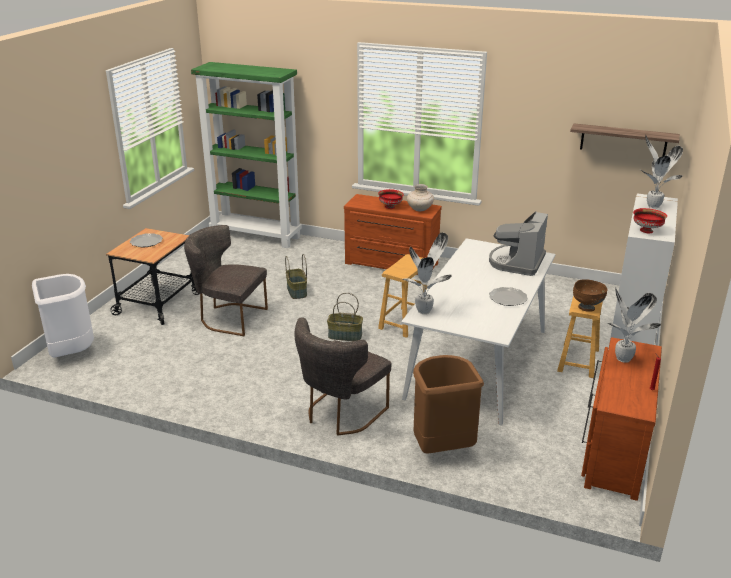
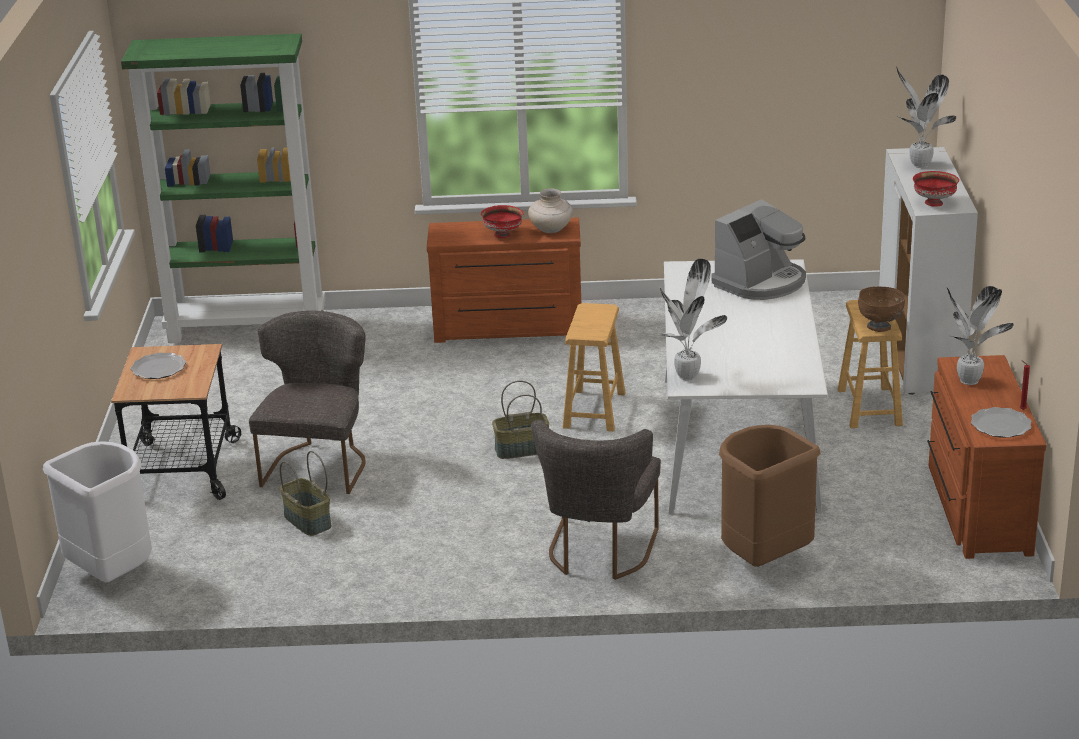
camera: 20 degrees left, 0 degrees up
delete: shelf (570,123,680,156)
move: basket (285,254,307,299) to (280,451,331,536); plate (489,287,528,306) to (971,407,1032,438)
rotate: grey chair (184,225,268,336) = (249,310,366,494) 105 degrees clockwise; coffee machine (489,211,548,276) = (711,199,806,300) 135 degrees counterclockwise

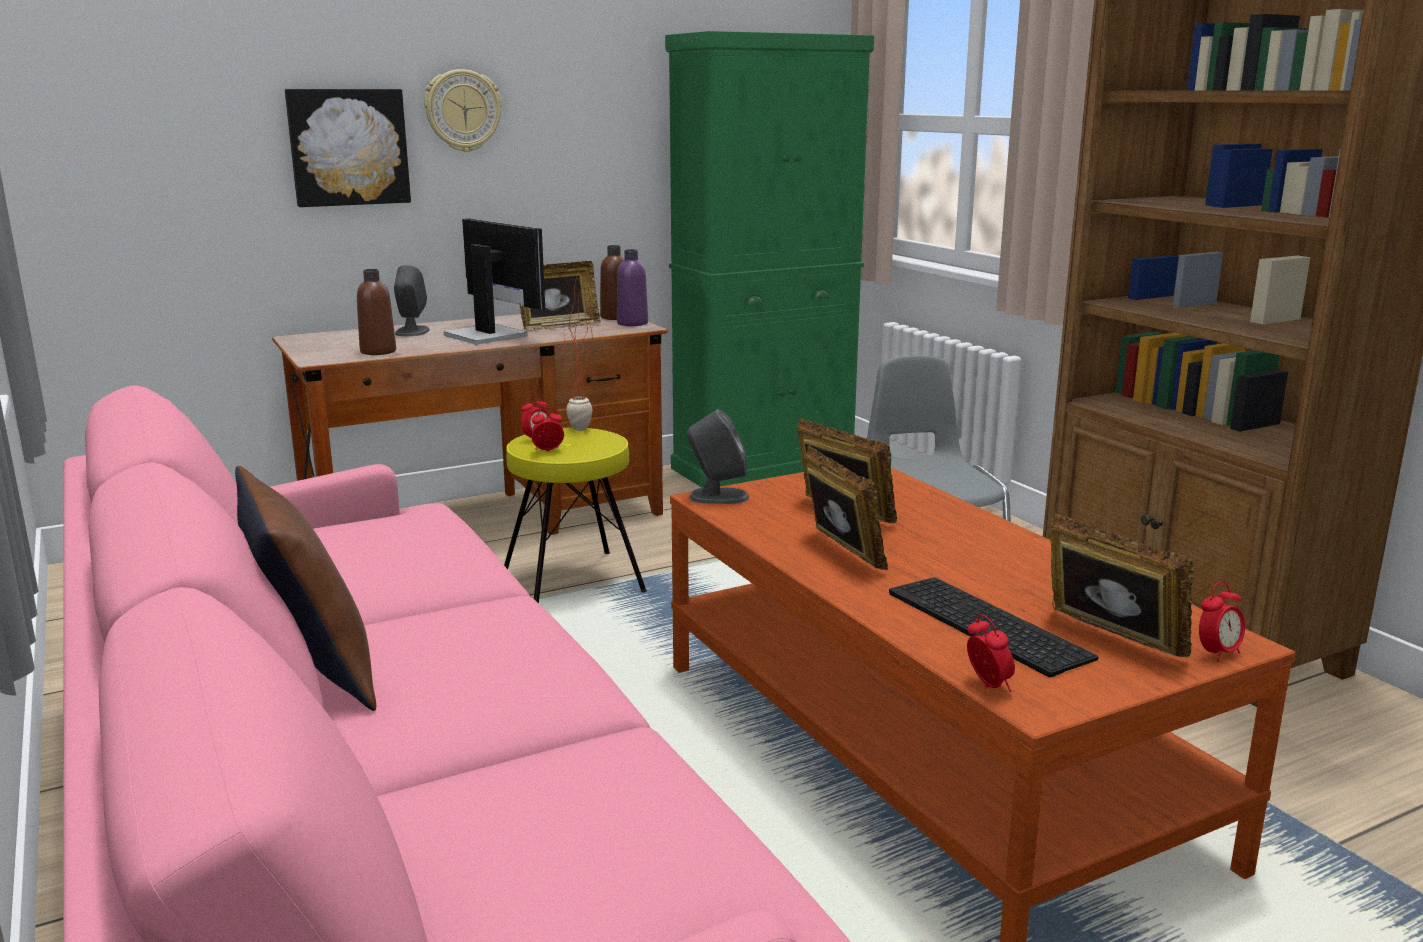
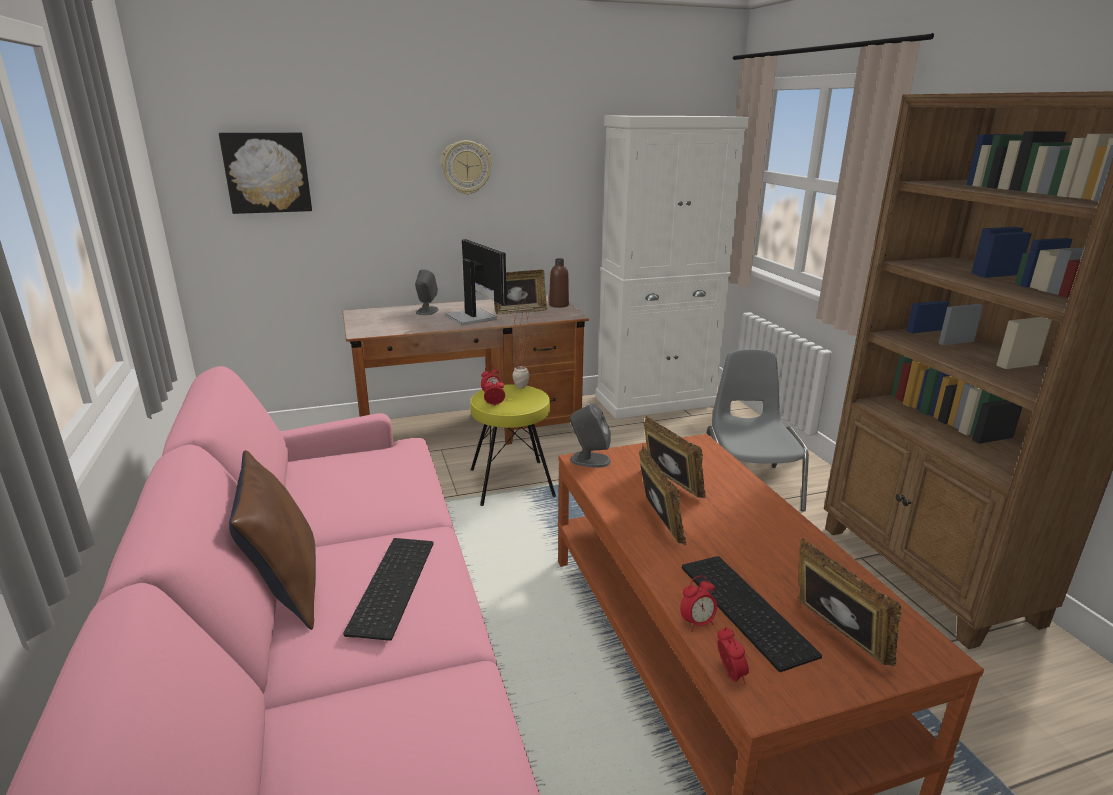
camera: 10 degrees right, 5 degrees up
delete: brown bottle (357,269,396,355); purple bottle (617,249,648,326)
insert: keyboard (343,538,433,641)
move: picture (285,89,411,207) to (219,132,312,214); alarm clock (1199,581,1245,662) to (680,576,717,632)
recolor: green cabinet (665,31,874,488) to white cabinet (595,116,749,419)

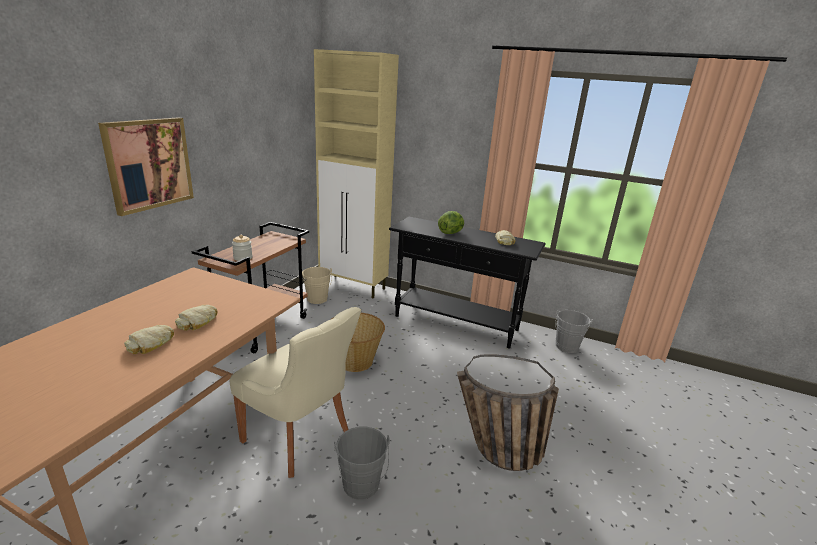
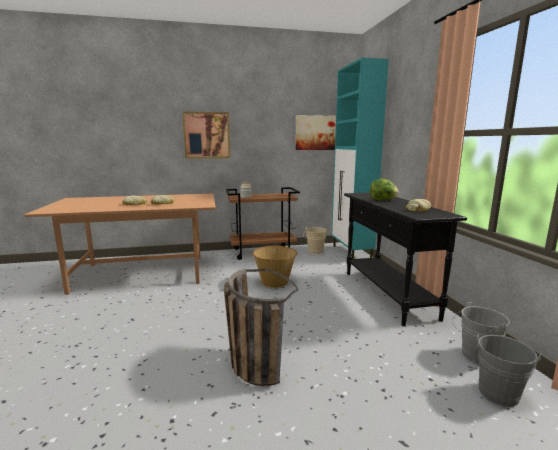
camera: 55 degrees right, 10 degrees down
delete: beige chair (230,307,361,478)
insert: picture (295,115,336,150)
move: grey bucket (334,426,390,500) to (475,334,541,407)
recolor: beige cabinet (314,49,399,298) to turquoise cabinet (332,58,389,259)

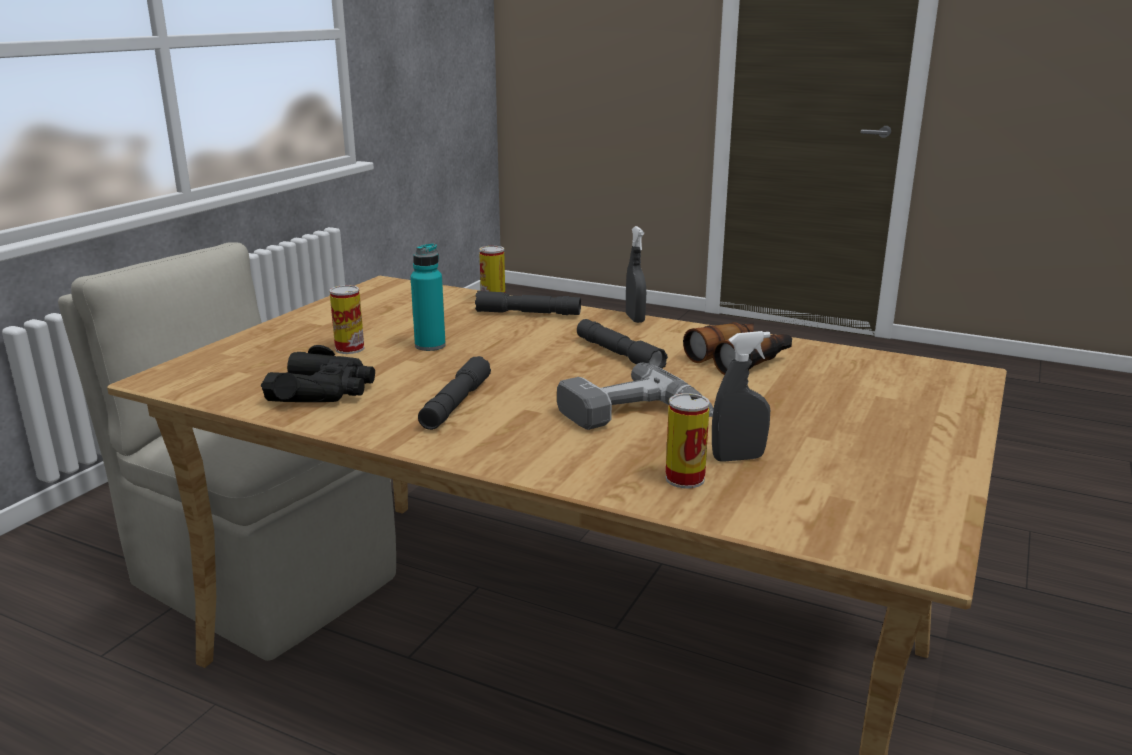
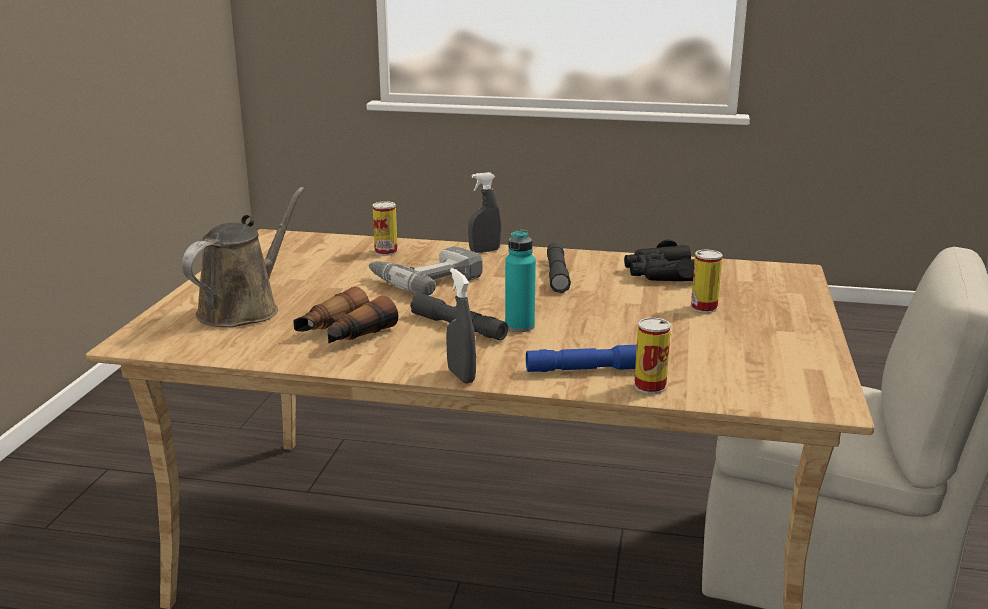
camera: 165 degrees right, 0 degrees up
insert: brown watering can (182,187,305,327)
move: turquoise bottle (411,243,446,351) to (505,230,536,332); grey spray bottle (712,331,771,462) to (468,172,501,253)
recolor: grey flashlight (475,291,581,315) to blue flashlight (526,345,637,372)

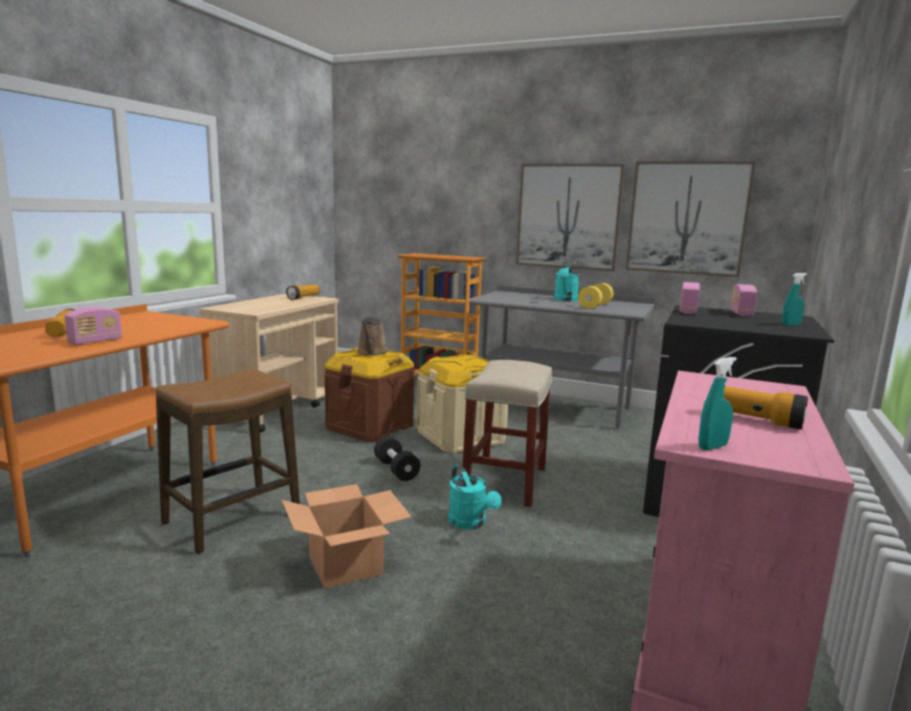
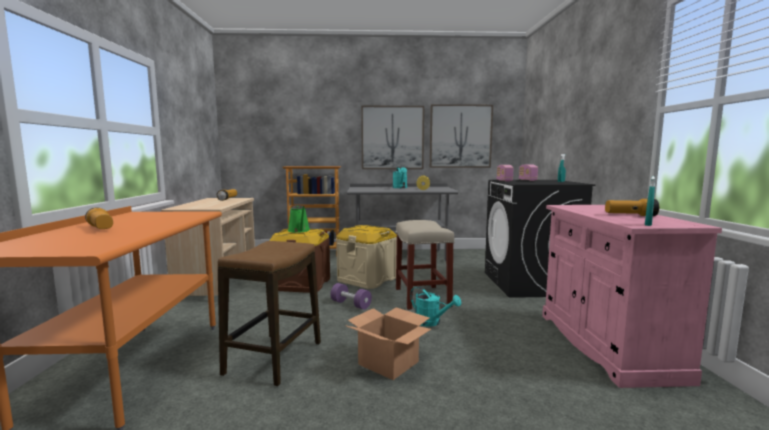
camera: 25 degrees left, 5 degrees down
delete: radio (65,307,122,345)
recolor: brown watering can (357,316,388,356) to green watering can (288,205,310,233); black dumbbell (374,436,420,481) to purple dumbbell (331,283,372,309)

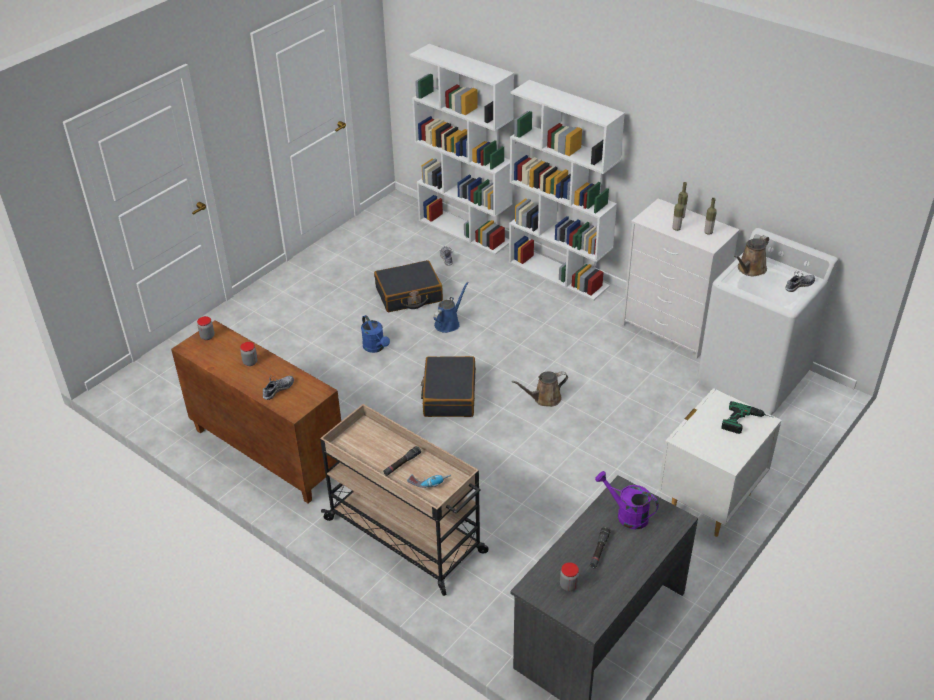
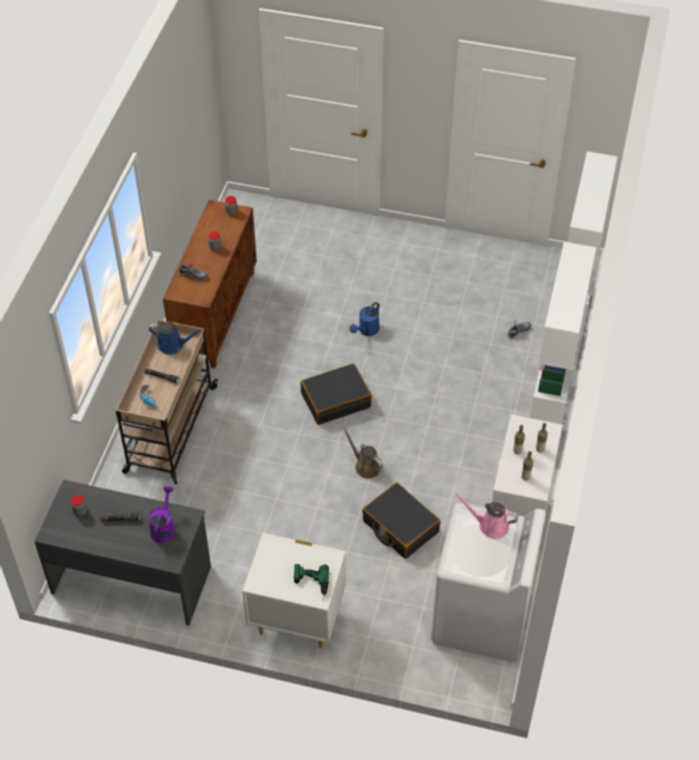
camera: 65 degrees right, 10 degrees up
delete: shoe (785,271,815,292)
move: black suitcase (374,260,443,312) to (362,482,440,559); blue watering can (433,282,469,333) to (149,322,203,355)
recolor: brown watering can (734,235,769,277) to pink watering can (456,494,519,539)

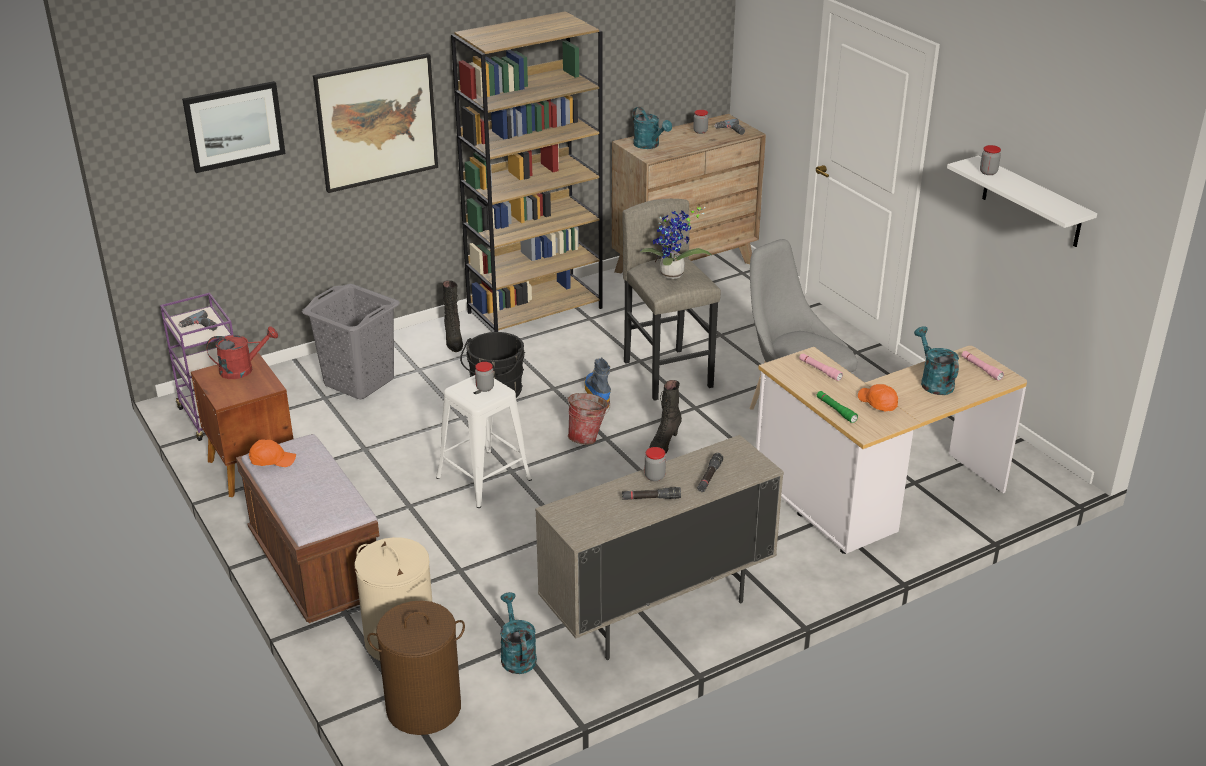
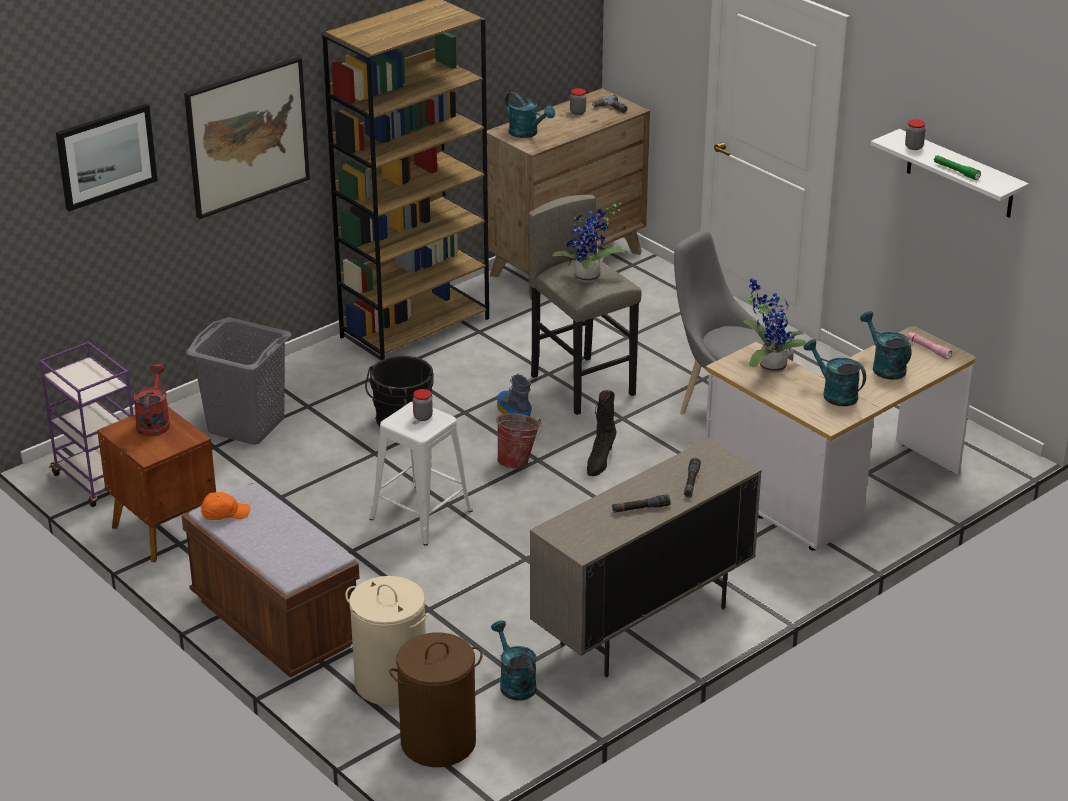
camera: 10 degrees left, 0 degrees up
delete: power drill (179,310,218,331); black boot (443,280,463,352); jar (645,447,666,481)
move: green flashlight (816,391,858,423) to (934,155,981,180)
replace: pink flashlight (799,353,843,381) to potted plant (743,278,806,373); orange cap (858,384,898,411) to turquoise watering can (804,339,866,406)
rotate: red watering can (206,326,278,379) = (133,364,170,437) 60 degrees counterclockwise

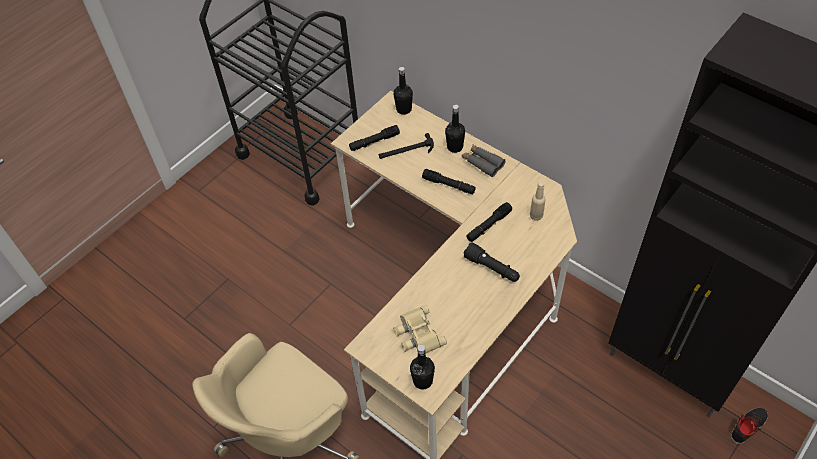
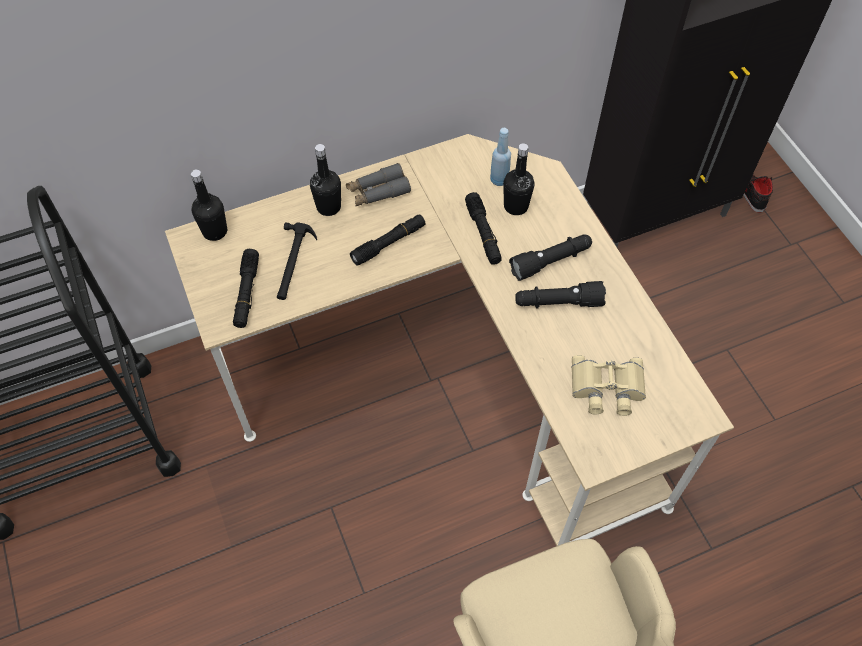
camera: 65 degrees left, 5 degrees up
insert: black flashlight (515,281,606,308)
move: black bottle (410,345,435,389) to (503,143,535,215)
recolor: beige bottle (530,182,546,221) to blue bottle (490,128,511,186)

